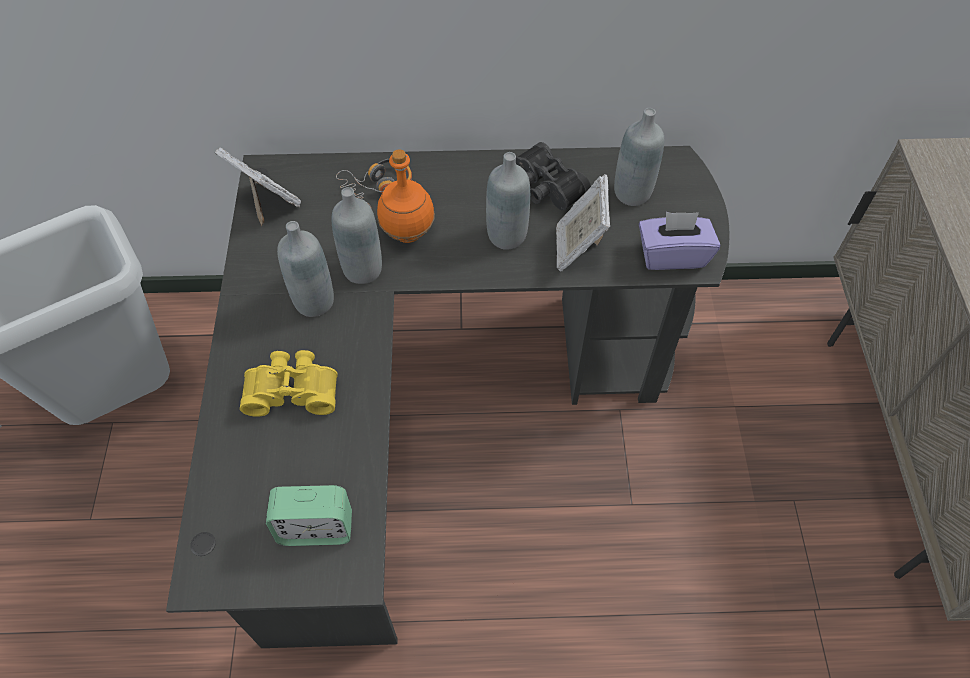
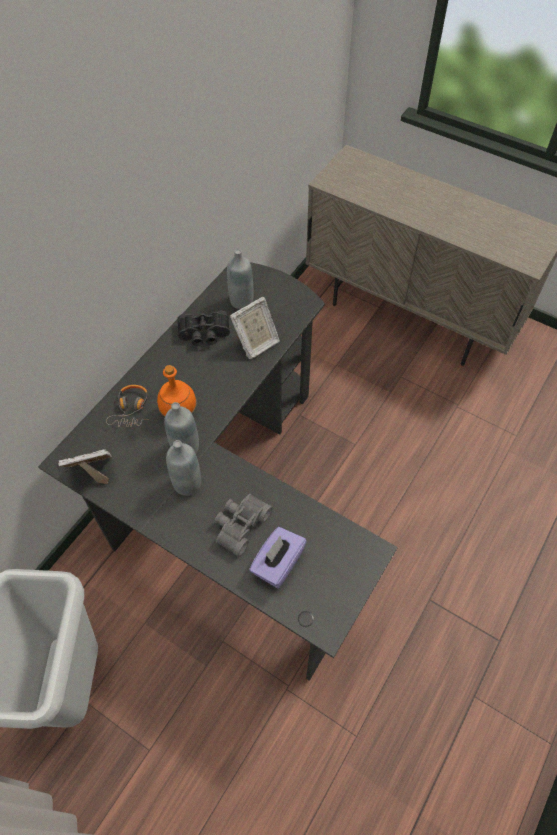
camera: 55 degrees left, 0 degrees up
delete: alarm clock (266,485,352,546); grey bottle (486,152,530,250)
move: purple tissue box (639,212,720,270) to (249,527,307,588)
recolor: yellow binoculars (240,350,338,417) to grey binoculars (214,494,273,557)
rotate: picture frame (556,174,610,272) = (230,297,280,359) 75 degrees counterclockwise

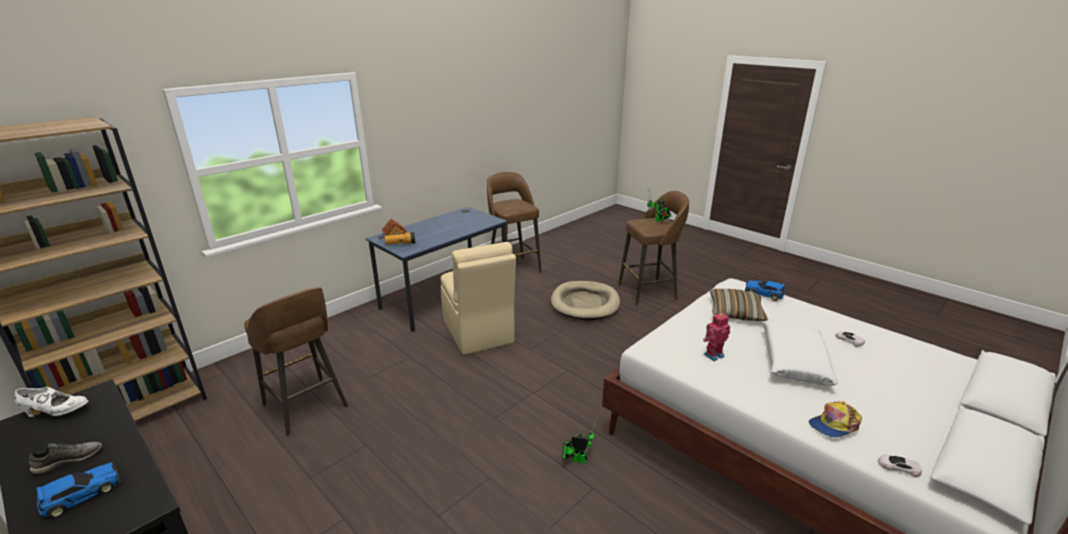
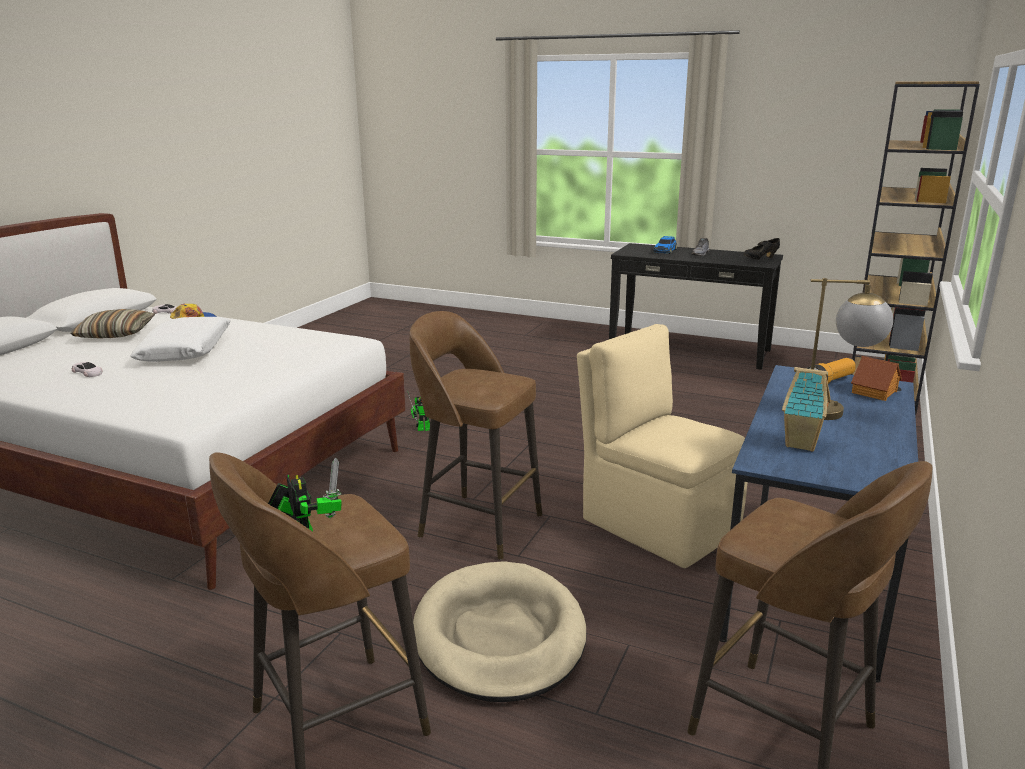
camera: 160 degrees right, 5 degrees down
delete: toy robot (703,313,730,361); toy car (745,280,786,301)
insert: toy house (782,367,831,452); table lamp (811,278,893,420)
move: brown stool (244,287,348,436) to (409,311,542,560); pillow (710,289,768,321) to (70,309,155,338)
recolor: white shoe (15,387,89,417) to black shoe (744,238,780,260)

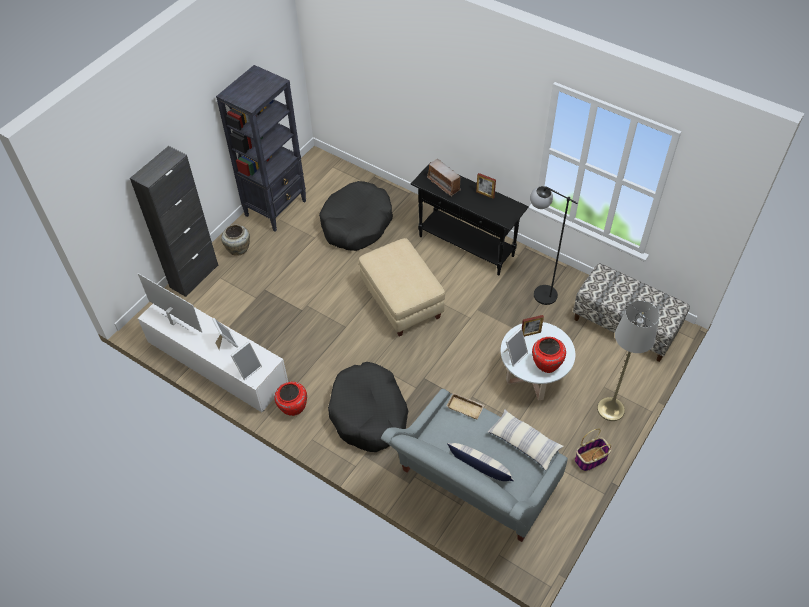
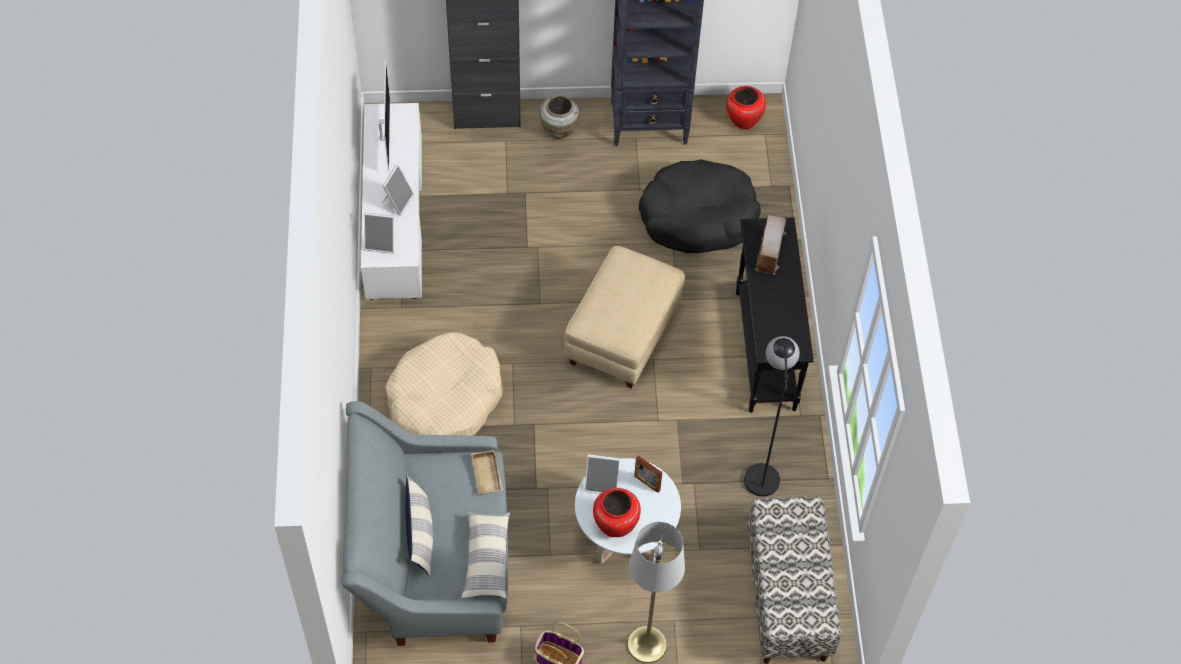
camera: 50 degrees right, 5 degrees up
delete: picture frame (476,173,496,199)
move: red vase (275,382,307,416) to (726,86,766,129)
recolor: black dog bed (328,362,408,452) to beige dog bed (385,332,503,436)

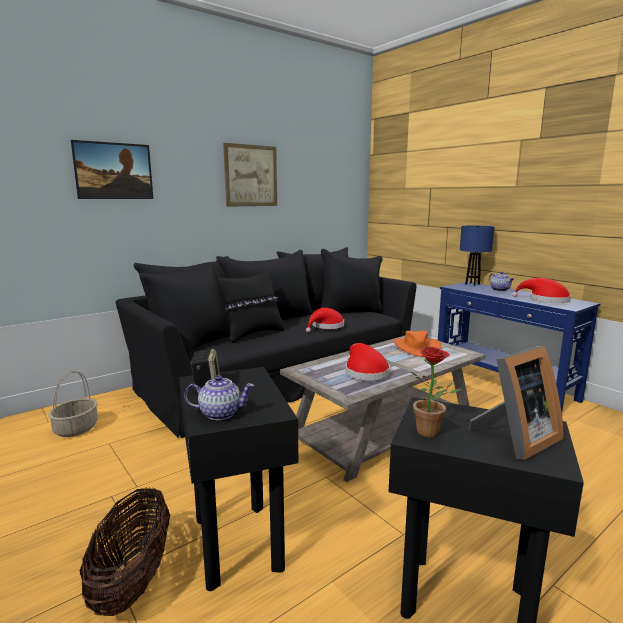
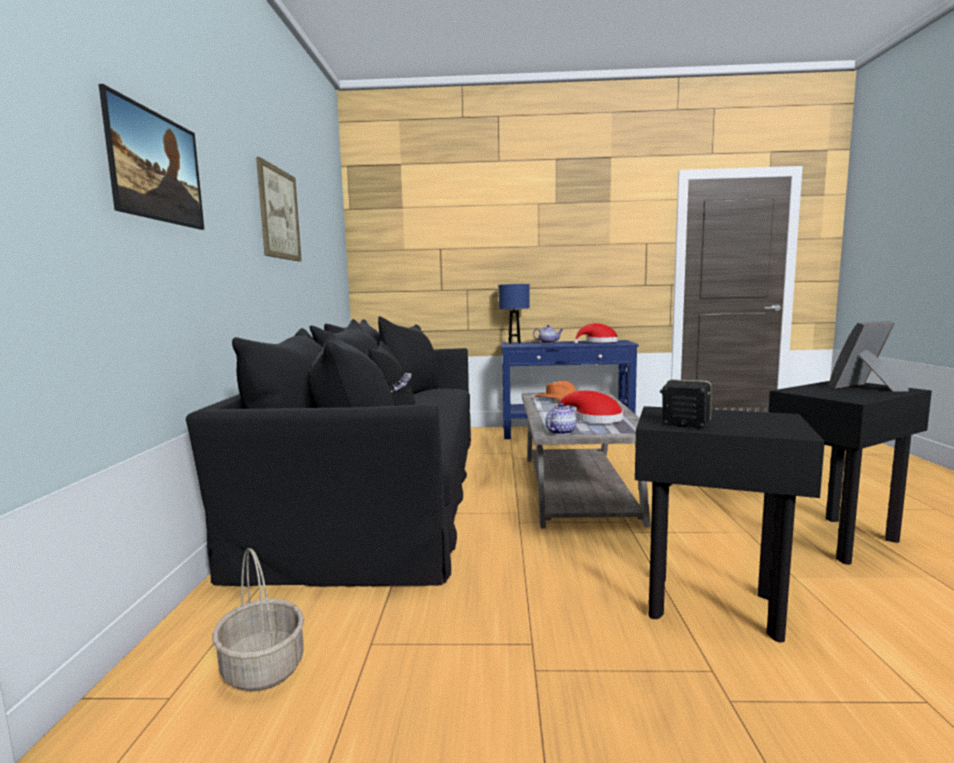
camera: 50 degrees left, 5 degrees down
delete: basket (79,487,170,616); red hat (306,308,344,332); potted plant (410,347,461,438)
move: teapot (184,375,254,420) to (545,403,577,435)
rotate: picture frame (469,346,564,460) = (829,321,909,392) 120 degrees counterclockwise

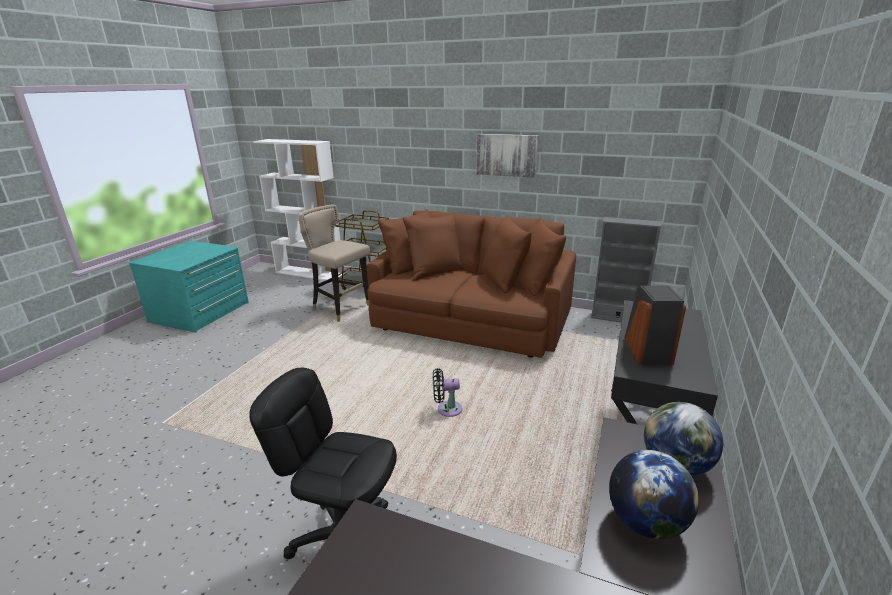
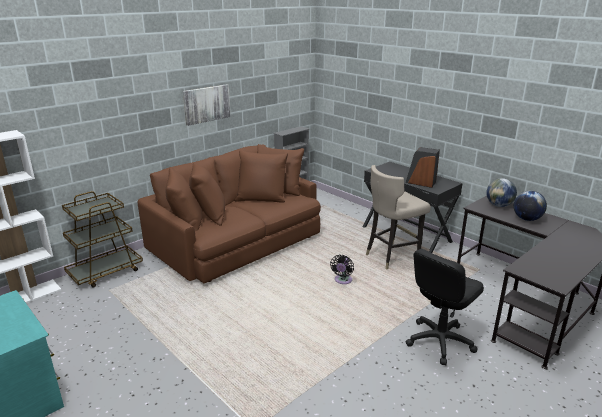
camera: 65 degrees left, 0 degrees up
move: beige stool (298,204,370,322) to (366,165,431,269)

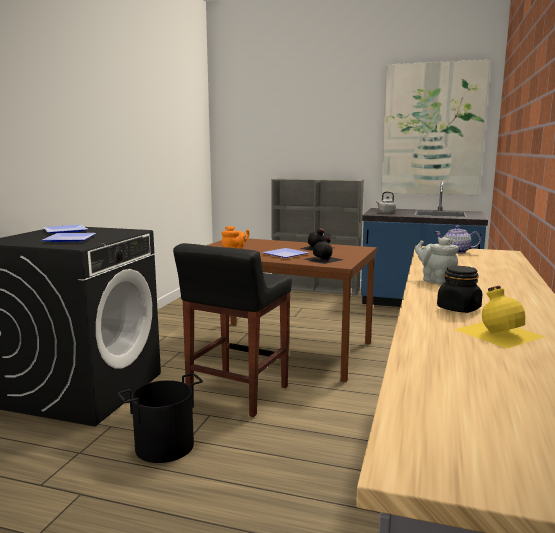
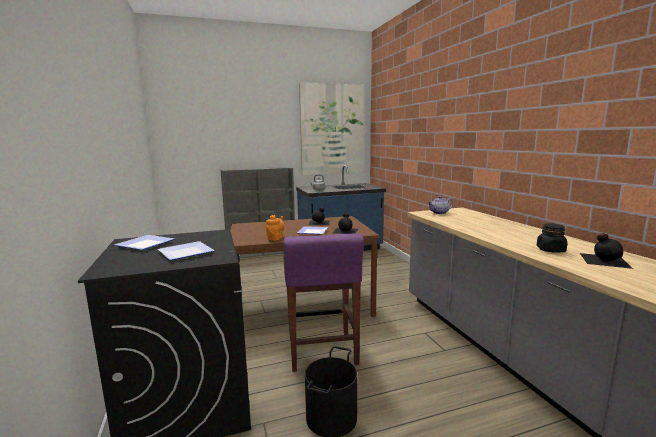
camera: 35 degrees left, 0 degrees up
delete: grey teapot (415,237,458,285)
recolor: black stool (173,243,292,417) to purple stool (284,233,364,372); yellow bottle (454,286,546,349) to black bottle (580,233,633,269)

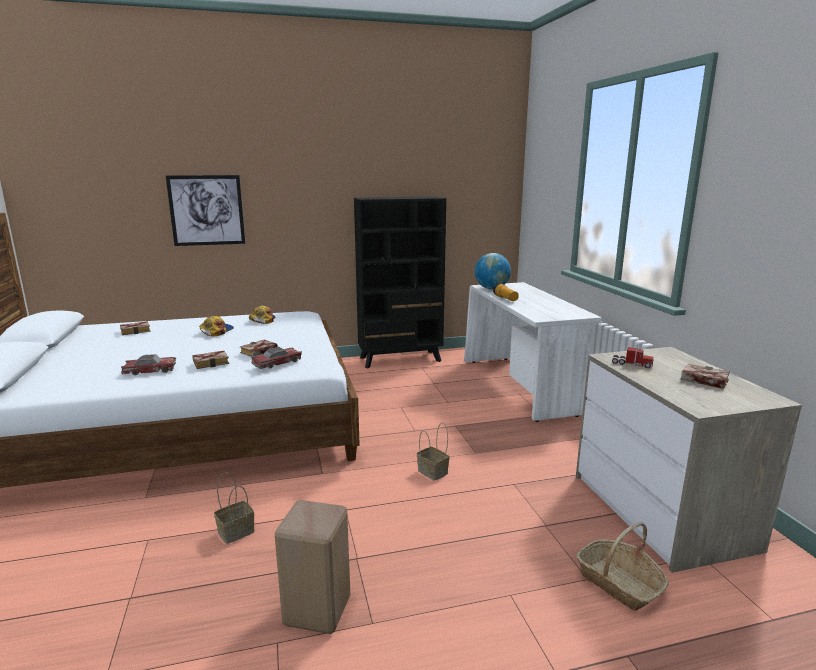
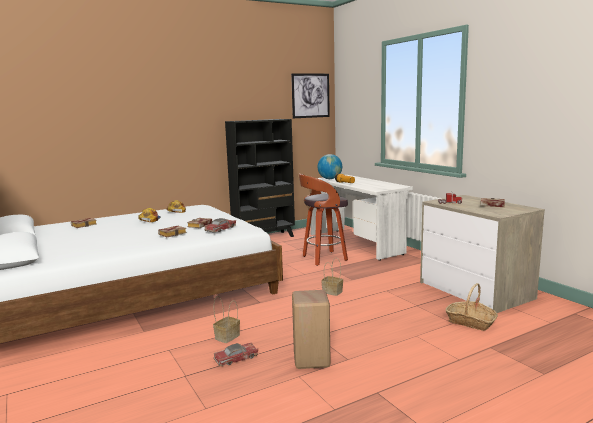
camera: 15 degrees left, 5 degrees down
insert: stool (299,174,348,266)
move: toy car (121,354,176,375) to (213,343,258,366); picture (166,175,245,246) to (291,73,330,118)

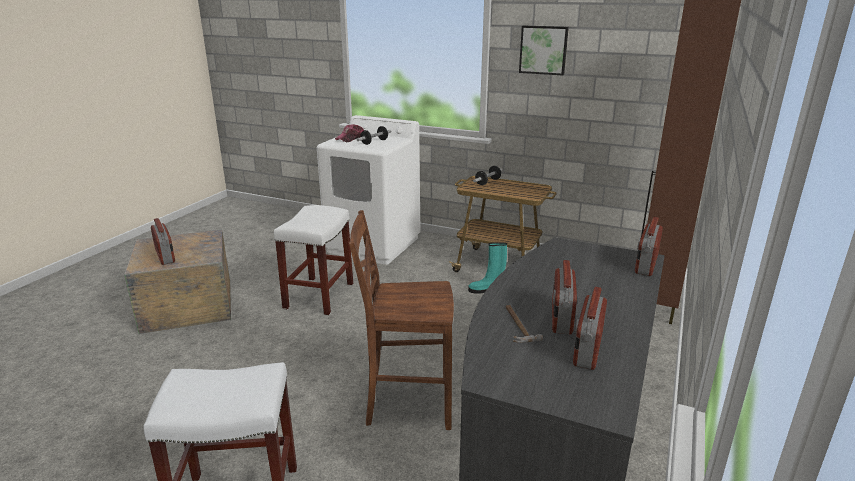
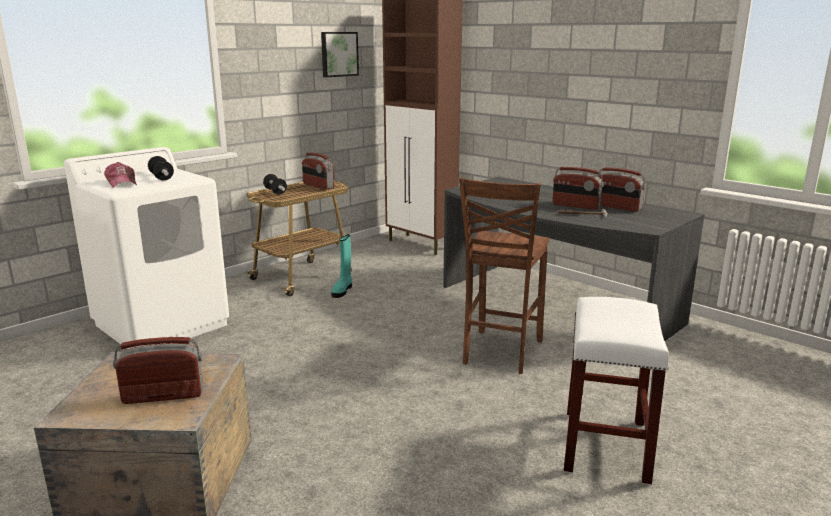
camera: 70 degrees left, 5 degrees down
delete: white stool (274,205,353,315)
move: picture (519,26,569,75) to (321,32,359,77); radio (635,217,663,276) to (302,153,334,190)

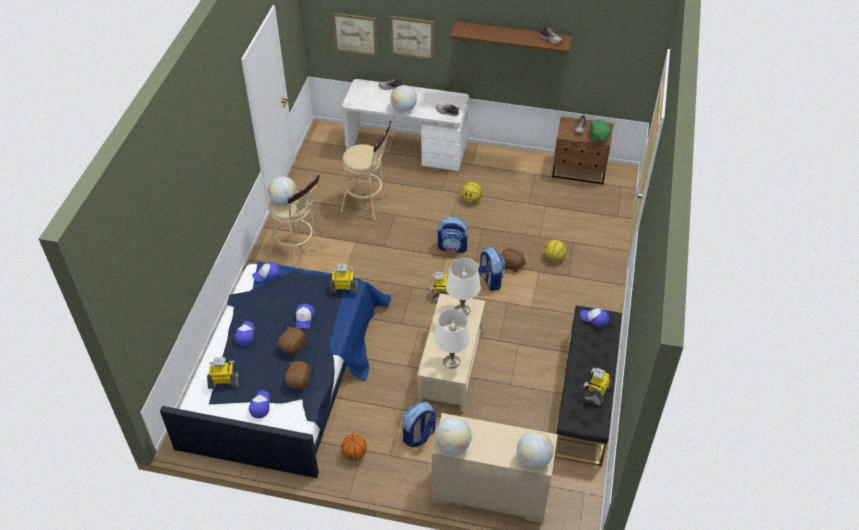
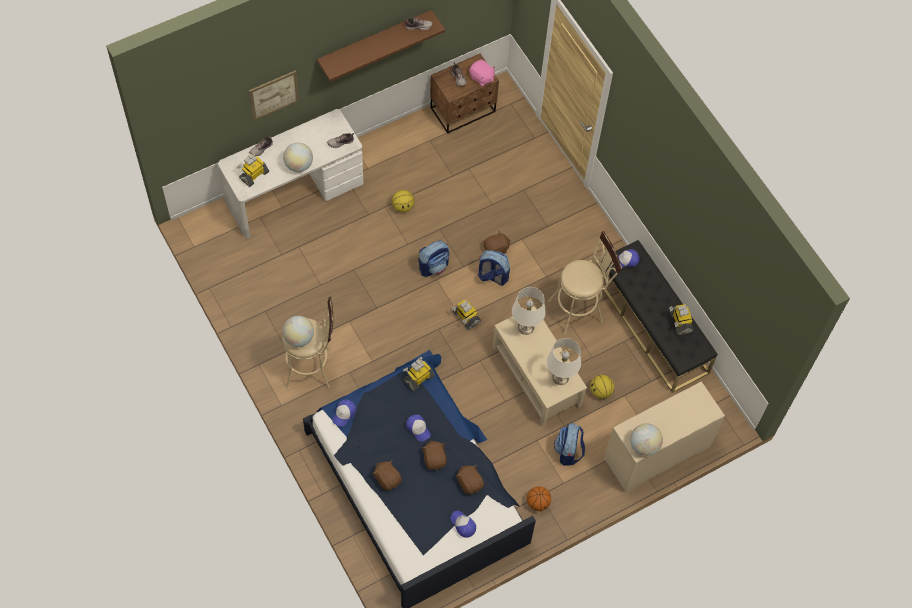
camera: 45 degrees left, 15 degrees up
delete: picture (332,12,378,57); globe (517,431,554,469)
move: toy robot (207,357,239,389) to (237,154,269,187); beige stool (341,121,392,221) to (548,231,622,335); basketball (544,240,566,262) to (590,375,614,399)
replace: cap (235,321,254,346) to brown plush toy (373,460,402,490)
recolor: green plush toy (590,120,612,142) to pink plush toy (469,60,495,86)

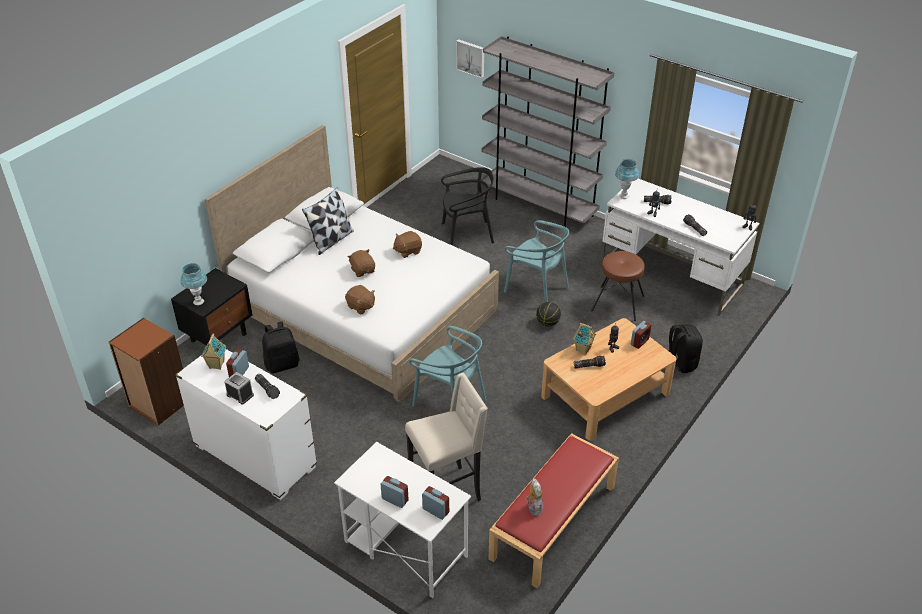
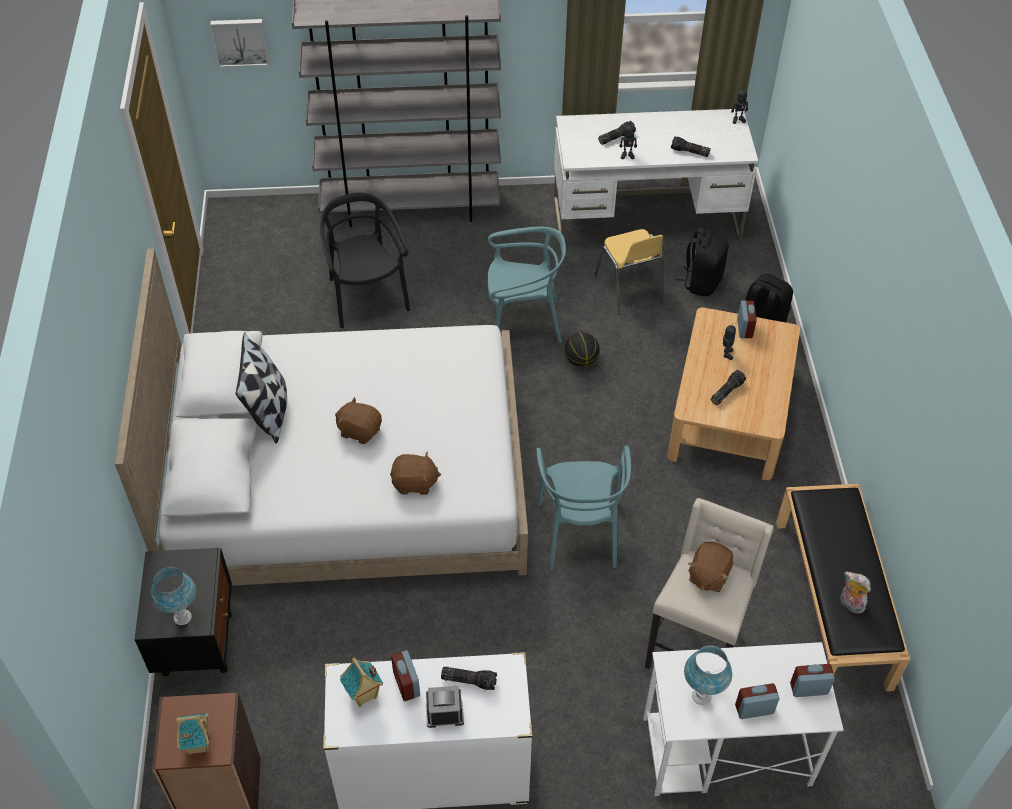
camera: 40 degrees left, 10 degrees up
move: black backpack (262,322,300,373) to (676,228,729,296); brown plush toy (393,231,422,258) to (688,542,733,592); toy house (573,323,596,355) to (176,713,210,755); blue table lamp (615,159,639,199) to (684,645,732,705)
replace: brown stool (591,251,645,321) to yellow chair (594,229,663,315)
recolor: red bench (488,433,619,588) to black bench (776,483,910,691)
rotate: turquoise chair (409,326,486,407) = (536,446,631,570) 90 degrees clockwise; black chair (441,167,494,246) = (320,192,410,328) 60 degrees counterclockwise

